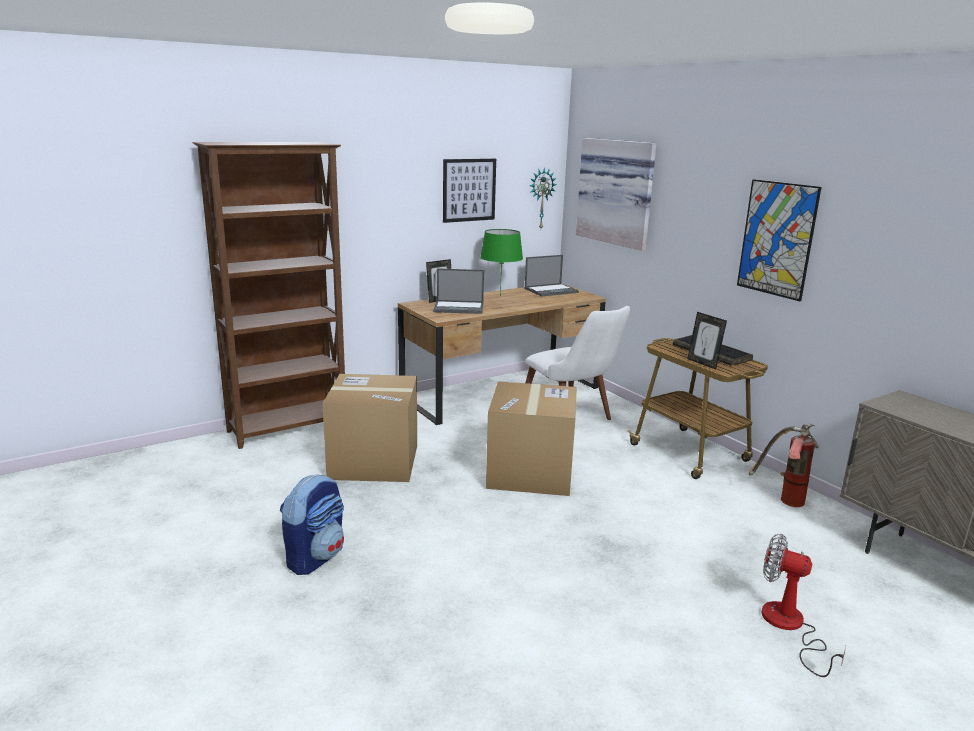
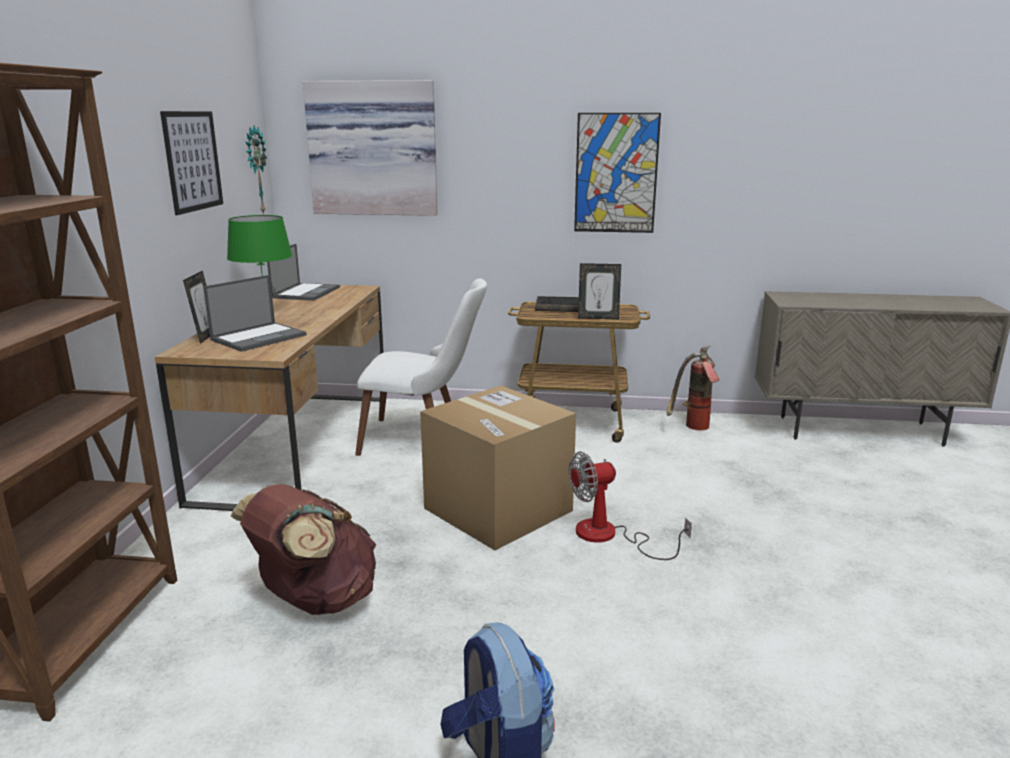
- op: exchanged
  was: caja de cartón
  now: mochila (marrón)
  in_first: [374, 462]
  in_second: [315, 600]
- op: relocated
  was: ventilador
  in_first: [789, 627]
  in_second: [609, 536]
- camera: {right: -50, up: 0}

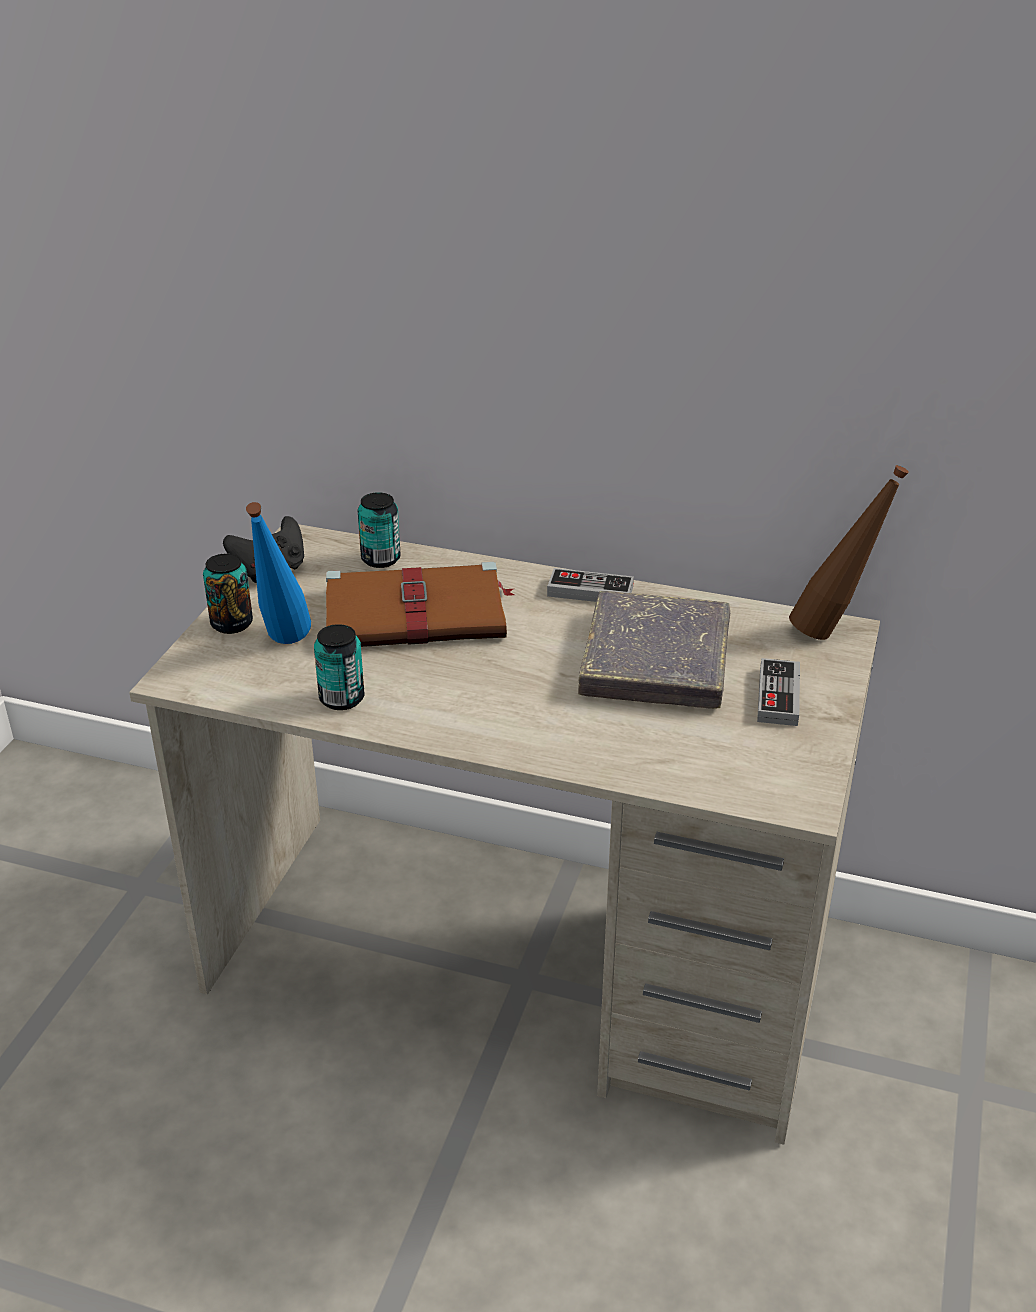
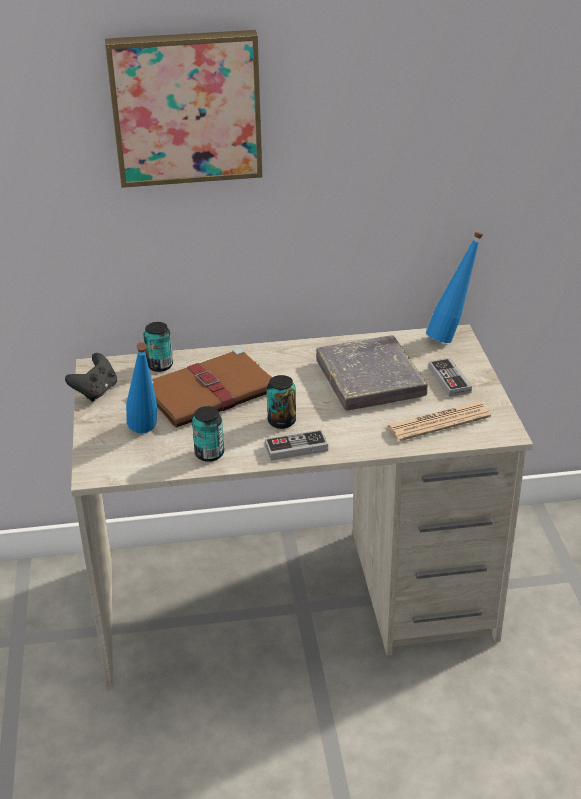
- op: relocated
  was: lata
  in_first: [232, 624]
  in_second: [281, 421]
- op: relocated
  was: mando de consola
  in_first: [590, 591]
  in_second: [296, 448]
- op: colour
  was: botella (marrón)
  now: botella (azul)
  in_first: [834, 631]
  in_second: [451, 336]
- op: appeared
  now: cuadro
  in_second: [186, 107]
- op: appeared
  now: periódico
  in_second: [438, 422]
- camera: {right: -25, up: 0}

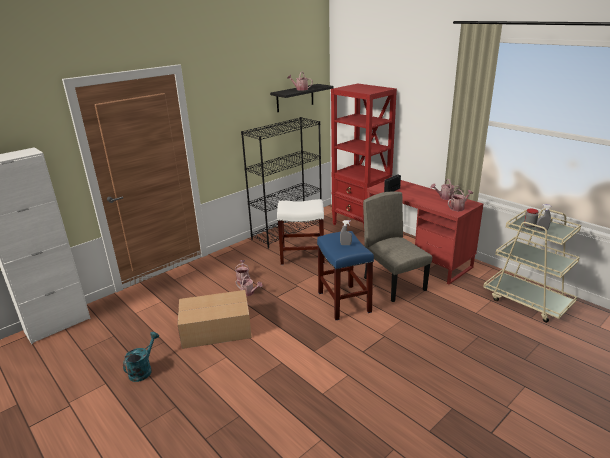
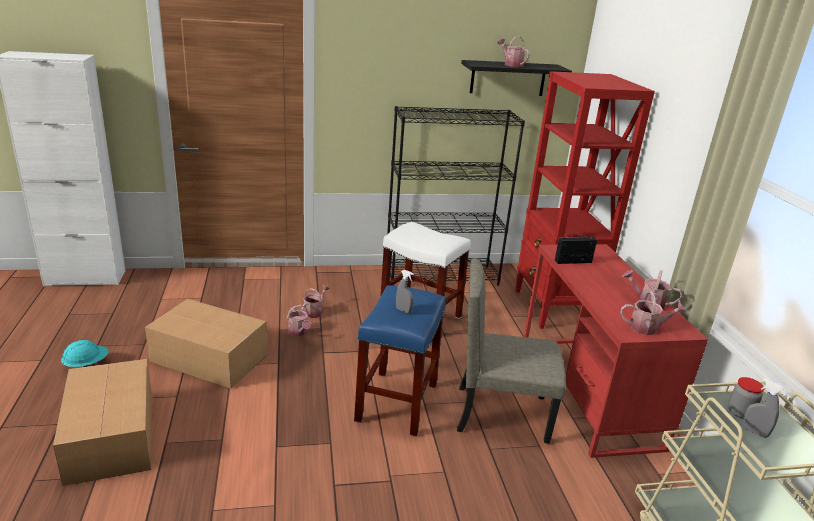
- op: exchanged
  was: regadera (turquesa)
  now: casco (turquesa)
  in_first: [143, 370]
  in_second: [87, 365]
- op: spun
  was: silla (beis)
  in_first: [394, 284]
  in_second: [501, 413]
  clockwise: -90
- op: appeared
  now: caja de cartón
  in_second: [112, 434]
- camera: {right: 30, up: 0}

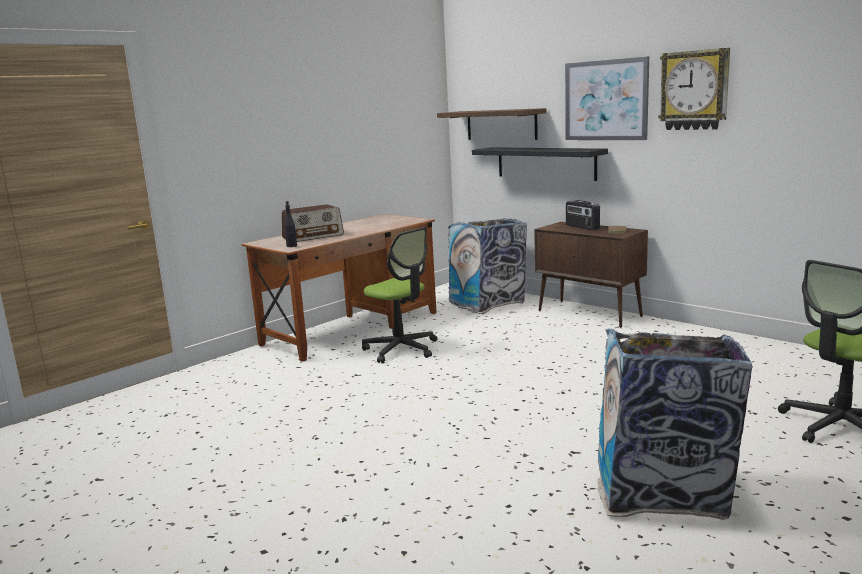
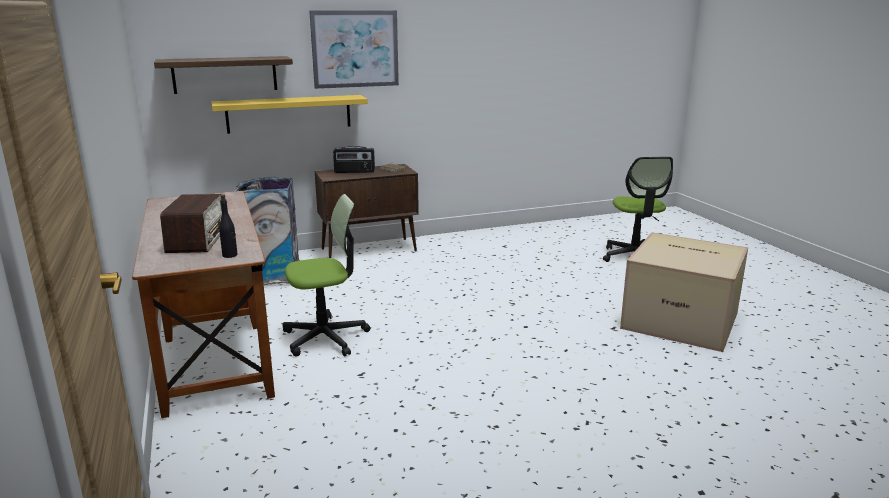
- op: colour
  was: estante (negro)
  now: estante (amarillo)
  in_first: [545, 163]
  in_second: [289, 113]
- op: exchanged
  was: papelera
  now: caja de cartón
  in_first: [662, 491]
  in_second: [682, 320]
- op: missing
  was: reloj de pared
  in_first: [694, 90]
- camera: {right: -65, up: 5}

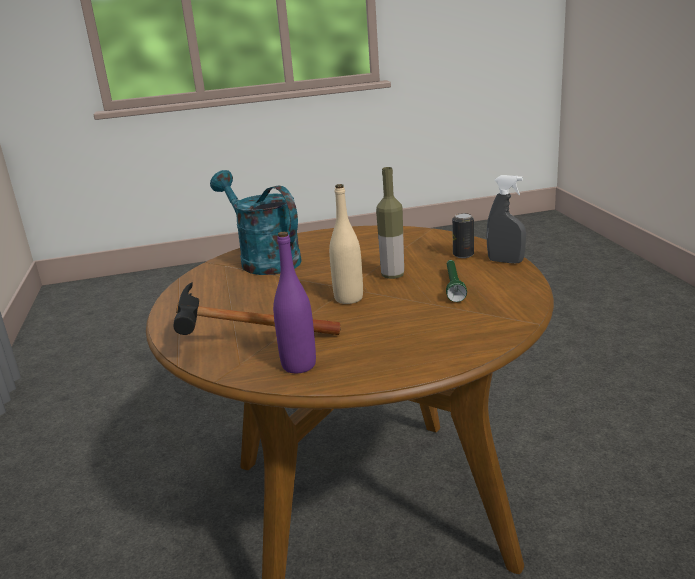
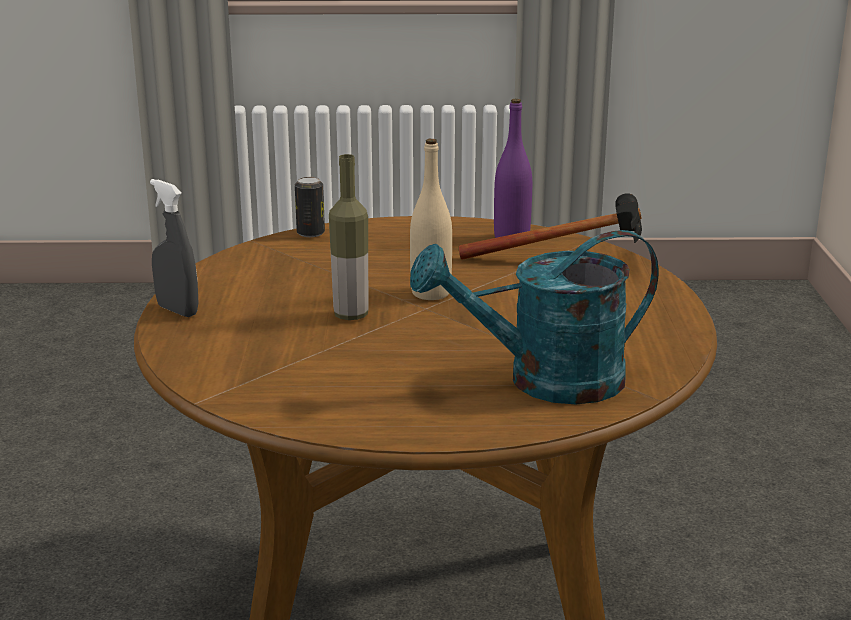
- op: spun
  was: regadera (turquesa)
  in_first: [263, 260]
  in_second: [545, 382]
  clockwise: 105
- op: missing
  was: linterna (verde)
  in_first: [453, 286]
- op: relocated
  was: lata
  in_first: [463, 255]
  in_second: [310, 233]
- camera: {right: -170, up: 0}

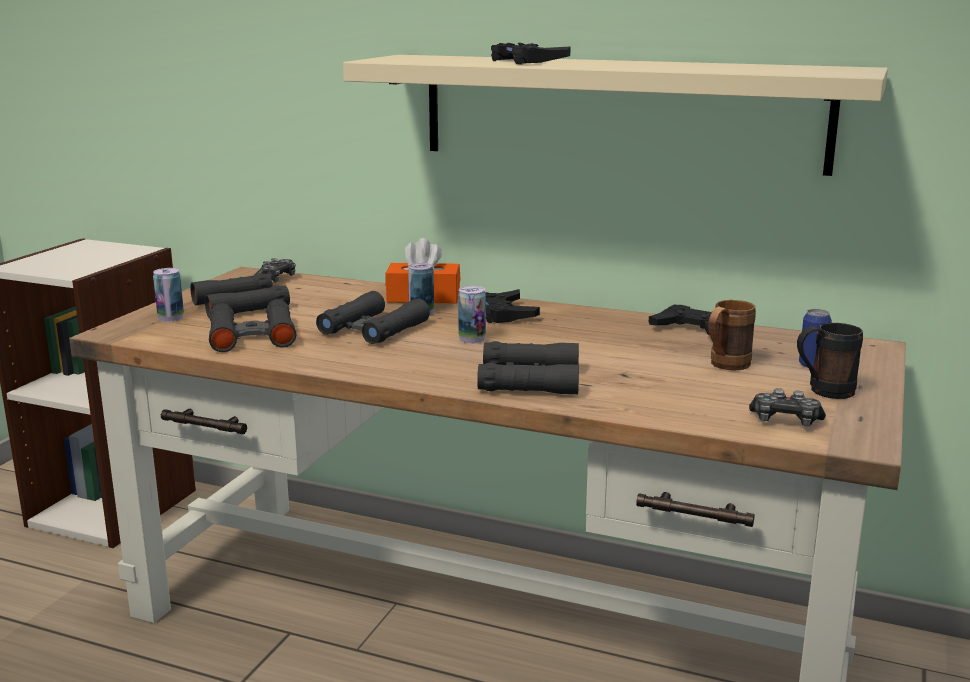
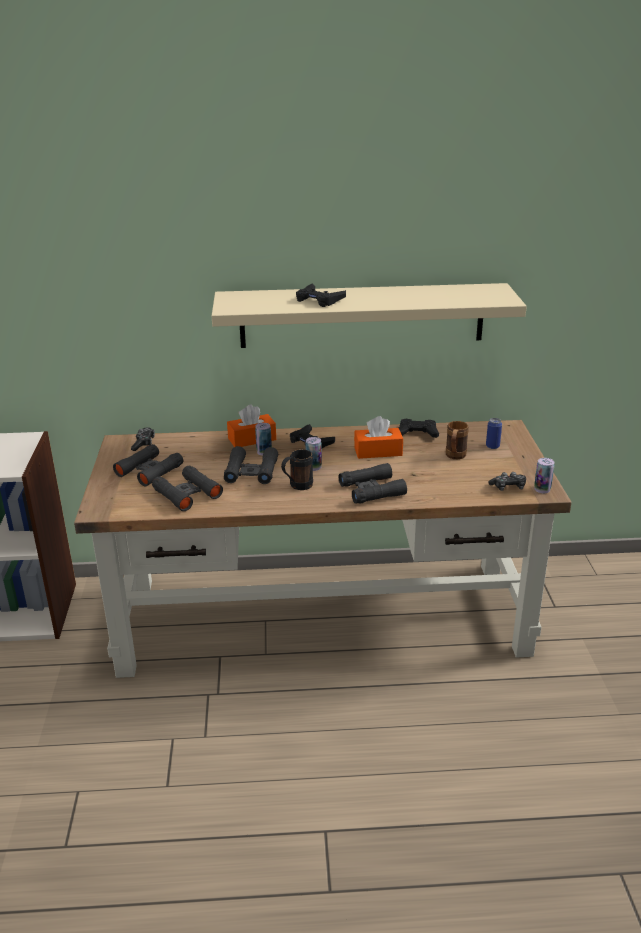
- op: relocated
  was: lata
  in_first: [171, 318]
  in_second: [542, 489]
- op: relocated
  was: taza grande (negro)
  in_first: [822, 392]
  in_second: [297, 486]
- op: appeared
  now: caja de pañuelos (naranja)
  in_second: [378, 451]
- camera: {right: -25, up: 10}

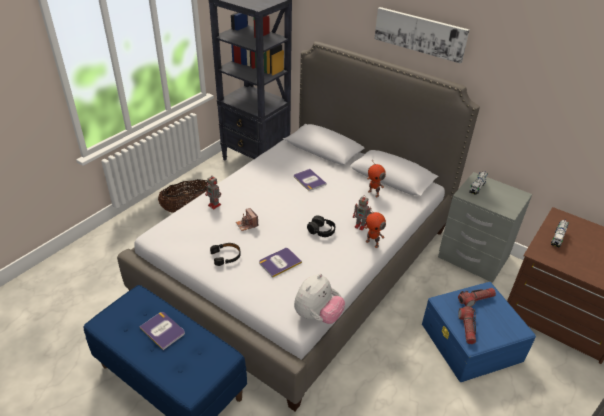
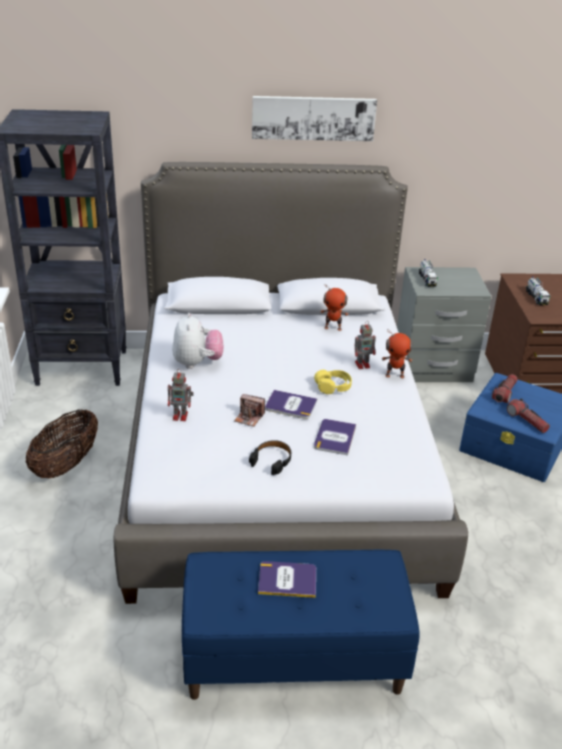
- op: relocated
  was: libro
  in_first: [309, 180]
  in_second: [290, 405]
- op: relocated
  was: peluche
  in_first: [317, 316]
  in_second: [197, 363]
- op: colour
  was: auriculares (negro)
  now: auriculares (amarillo)
  in_first: [321, 231]
  in_second: [333, 387]
- camera: {right: -40, up: -5}

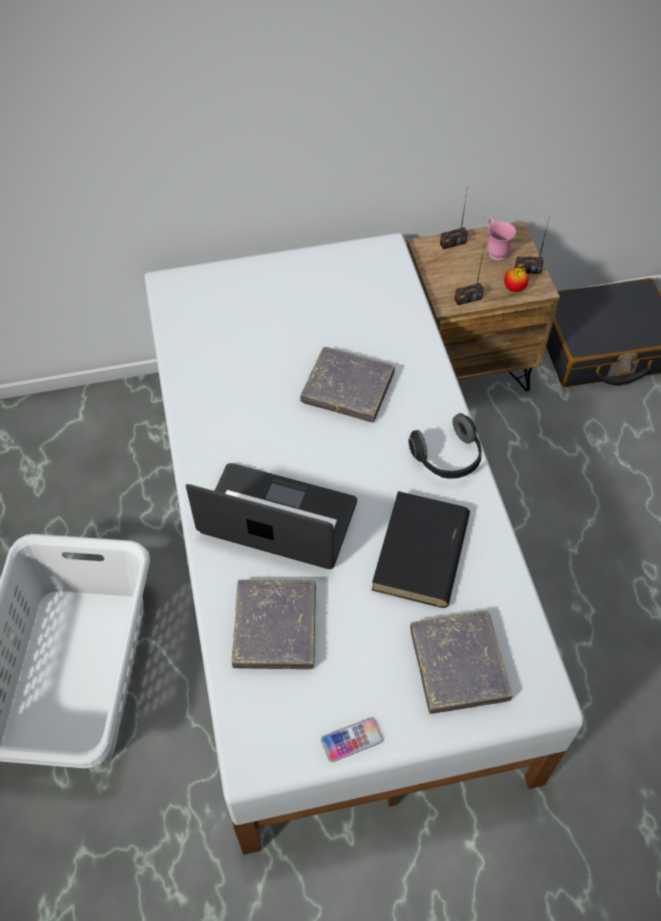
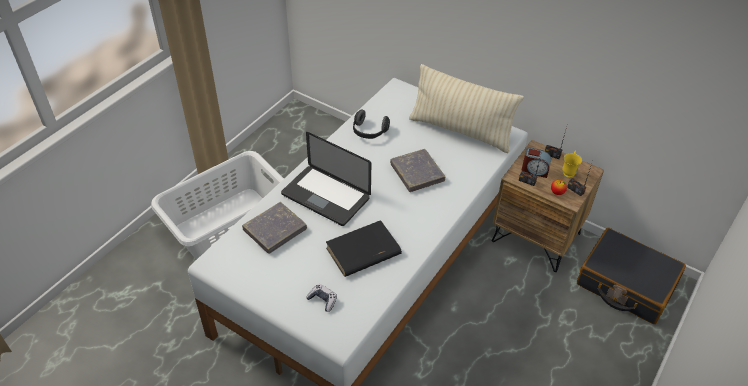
- op: spun
  was: portátil
  in_first: [278, 518]
  in_second: [325, 196]
  clockwise: 150
- op: missing
  was: móvil
  in_first: [351, 740]
- op: relocated
  was: auriculares
  in_first: [448, 458]
  in_second: [369, 132]
- op: exchanged
  was: libro (gris)
  now: mando de consola
  in_first: [458, 664]
  in_second: [322, 300]
- op: colour
  was: taza grande (rosa)
  now: taza grande (amarillo)
  in_first: [494, 251]
  in_second: [569, 172]
- op: appeared
  now: cojín (beis)
  in_second: [460, 131]
- op: appeared
  now: despertador
  in_second: [534, 170]
- camera: {right: 45, up: -10}

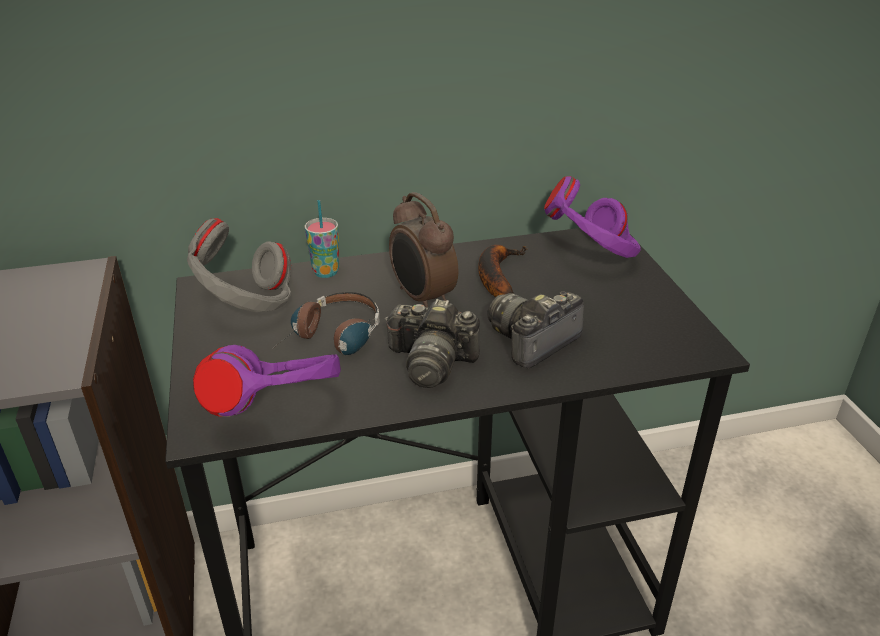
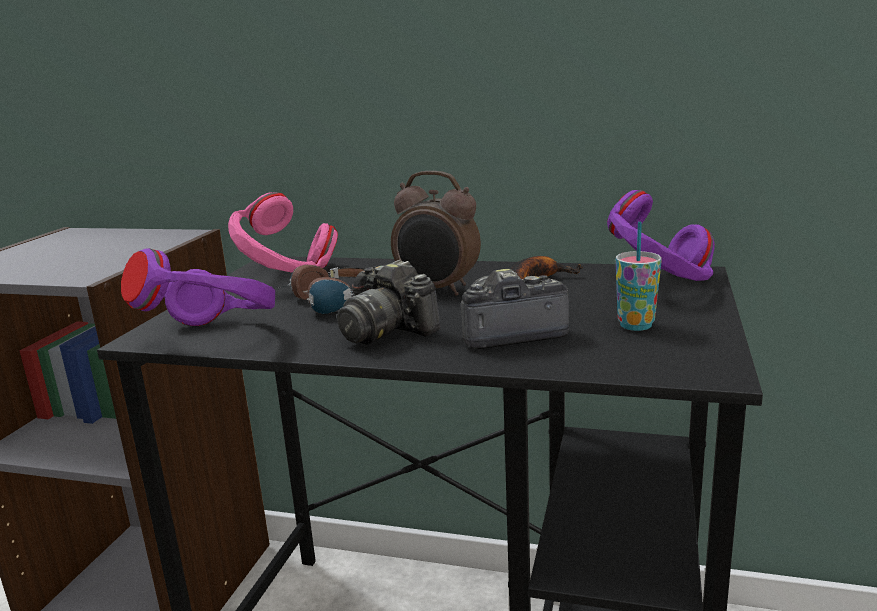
- op: colour
  was: auriculares (gris)
  now: auriculares (rosa)
  in_first: [246, 305]
  in_second: [286, 275]
- op: relocated
  was: taza
  in_first: [326, 272]
  in_second: [635, 325]
- op: spun
  was: despertador
  in_first: [422, 298]
  in_second: [437, 290]
  clockwise: -60
- camera: {right: 30, up: -15}

